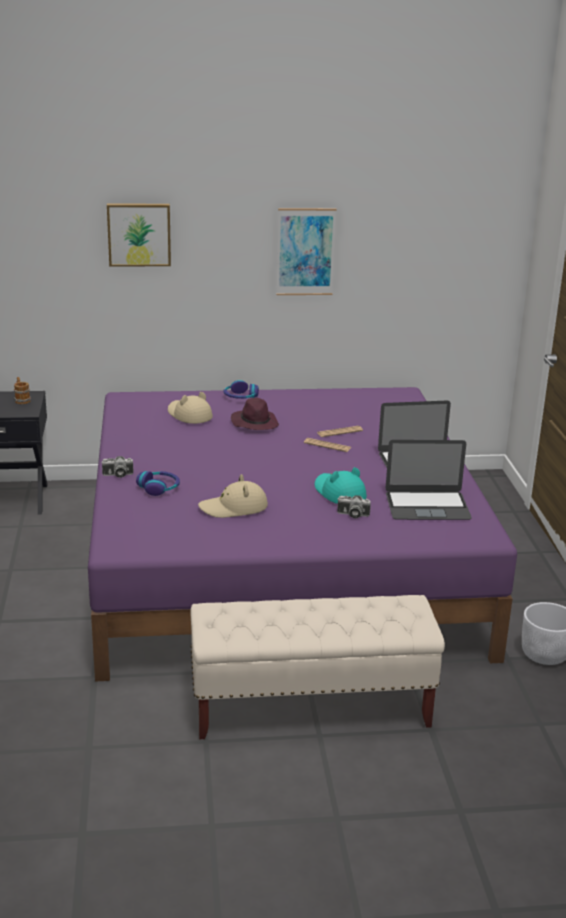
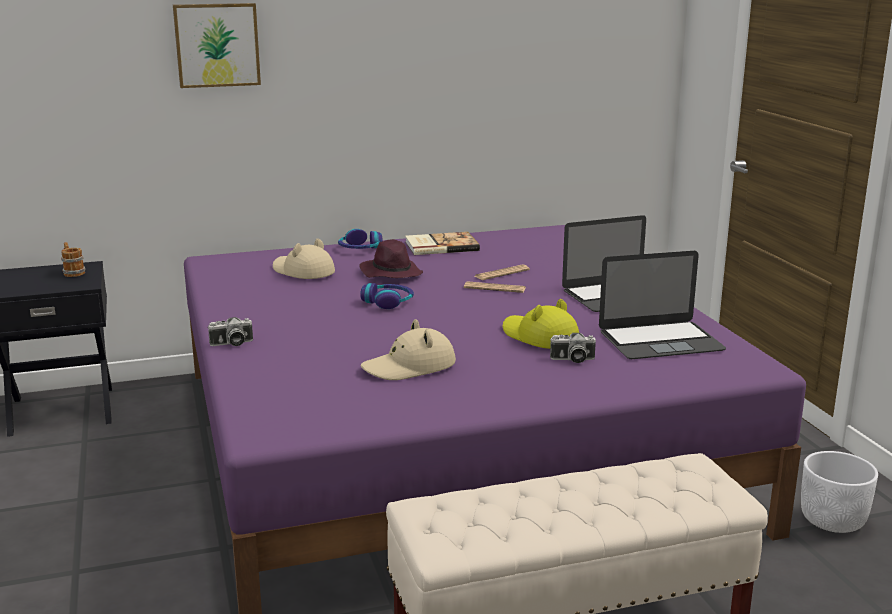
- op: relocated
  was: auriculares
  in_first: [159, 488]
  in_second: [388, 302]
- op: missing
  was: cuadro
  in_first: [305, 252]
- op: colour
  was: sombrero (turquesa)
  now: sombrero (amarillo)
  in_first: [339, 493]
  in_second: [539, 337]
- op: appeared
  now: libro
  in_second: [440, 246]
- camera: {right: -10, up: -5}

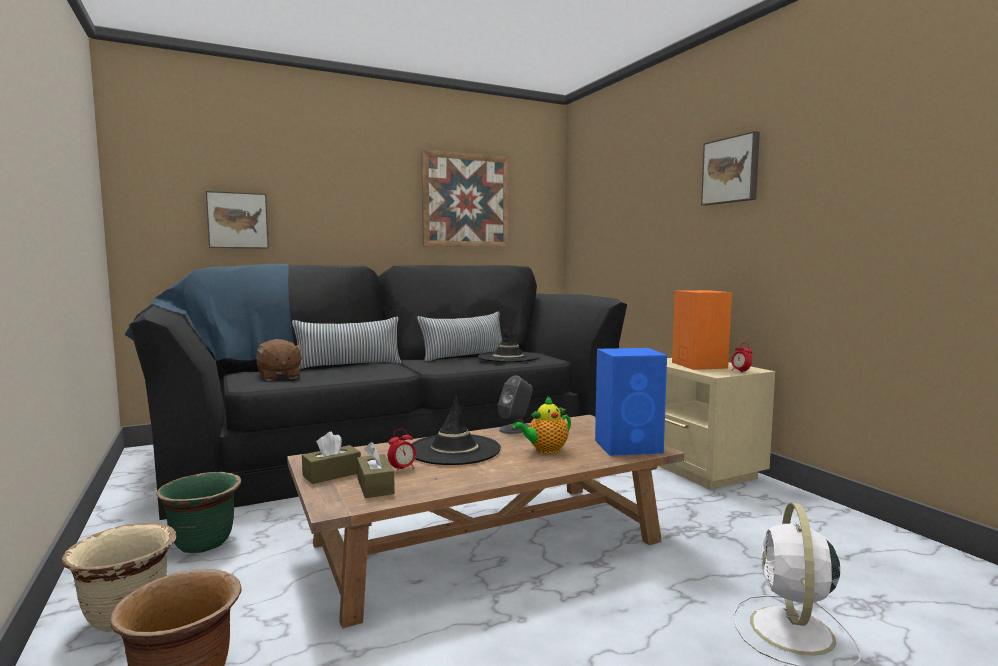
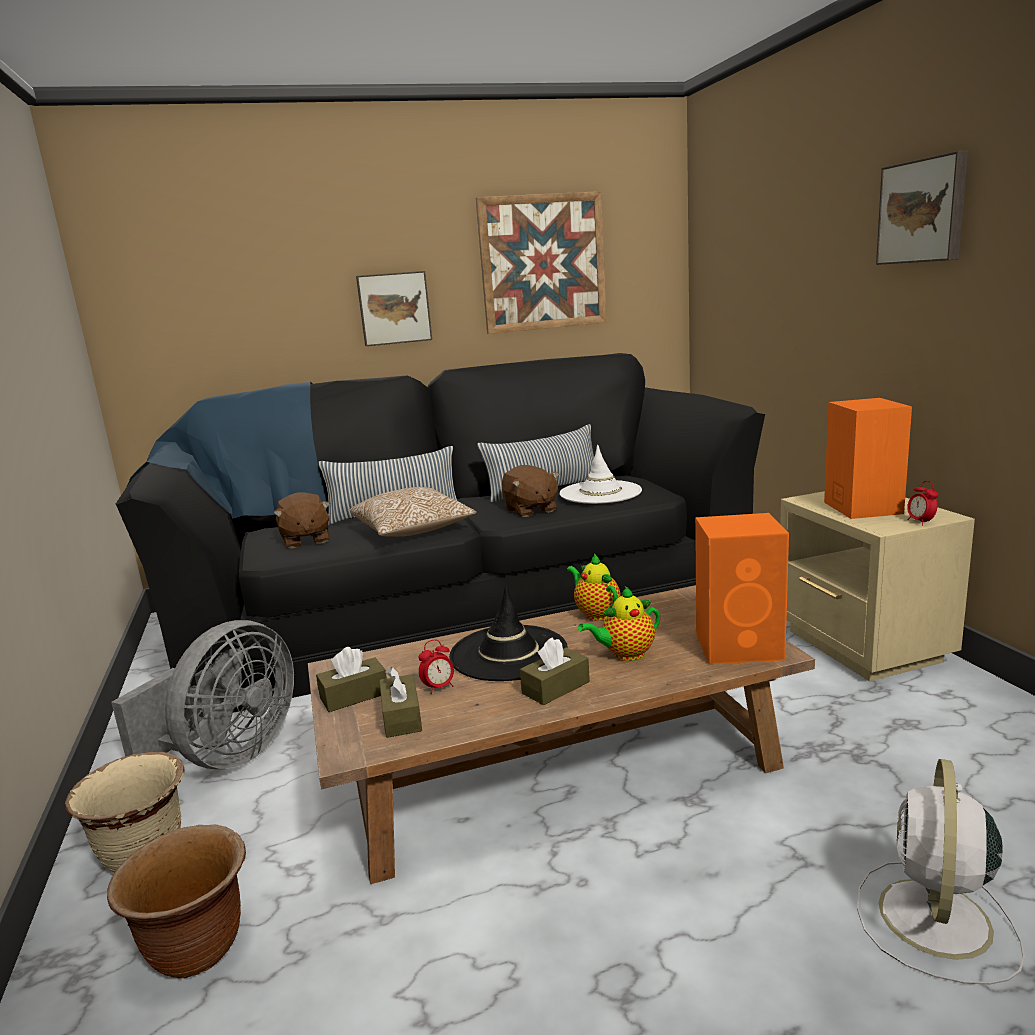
- op: exchanged
  was: maceta (verde)
  now: ventilador (gris)
  in_first: [204, 543]
  in_second: [229, 755]
- op: relocated
  was: cuadro
  in_first: [237, 220]
  in_second: [394, 308]
- op: colour
  was: sombrero (negro)
  now: sombrero (blanco)
  in_first: [508, 357]
  in_second: [600, 493]
- op: exchanged
  was: altavoz (gris)
  now: tetera
  in_first: [516, 429]
  in_second: [595, 613]
- op: colour
  was: altavoz (azul)
  now: altavoz (naranja)
  in_first: [629, 446]
  in_second: [741, 646]
- op: appeared
  now: cojín
  in_second: [412, 531]
- op: appeared
  now: peluche (marrón)
  in_second: [530, 510]
- op: appeared
  now: caja de pañuelos (marrón)
  in_second: [556, 687]
- camera: {right: 10, up: 10}

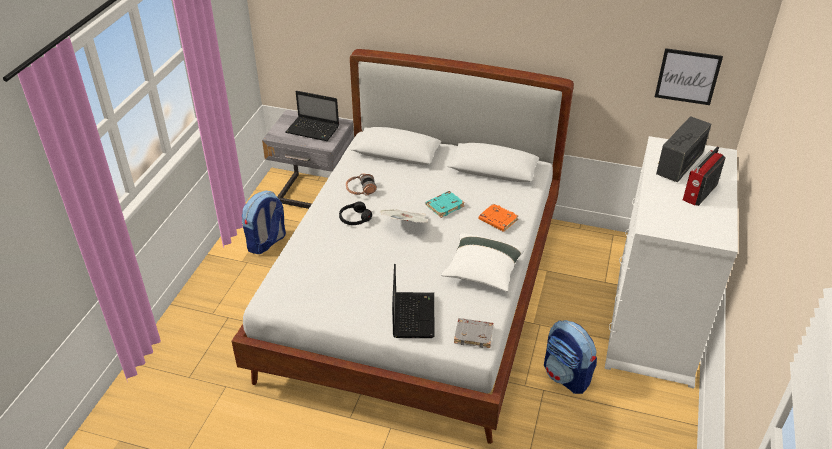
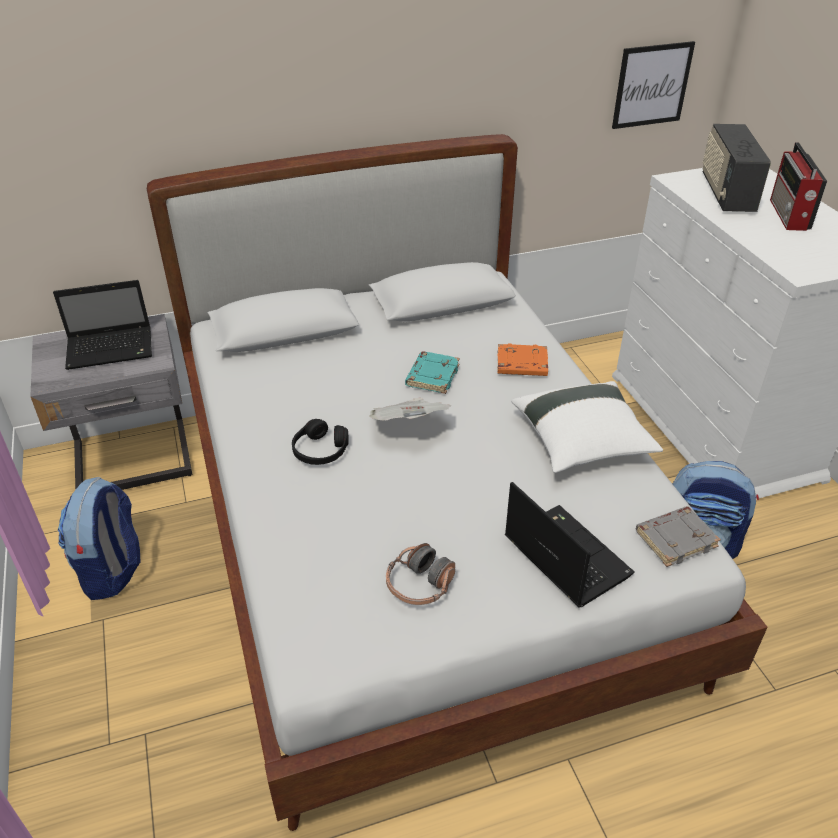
- op: relocated
  was: auriculares
  in_first: [361, 190]
  in_second: [419, 585]
- camera: {right: -35, up: 0}

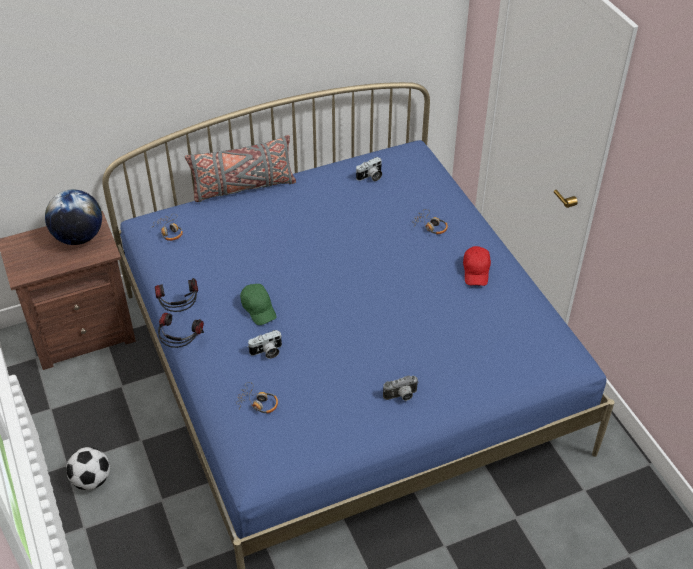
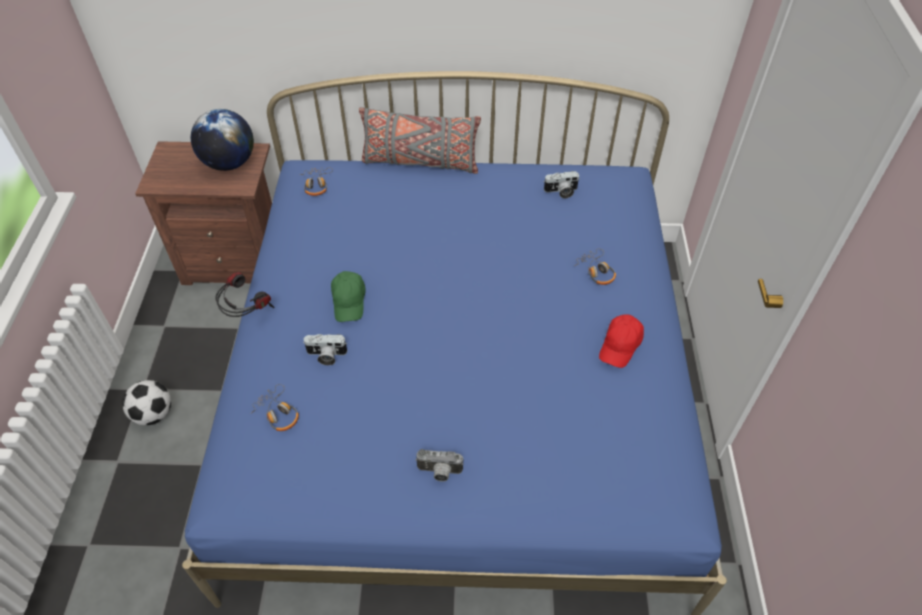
- op: missing
  was: auriculares
  in_first: [180, 310]
- camera: {right: 25, up: 5}

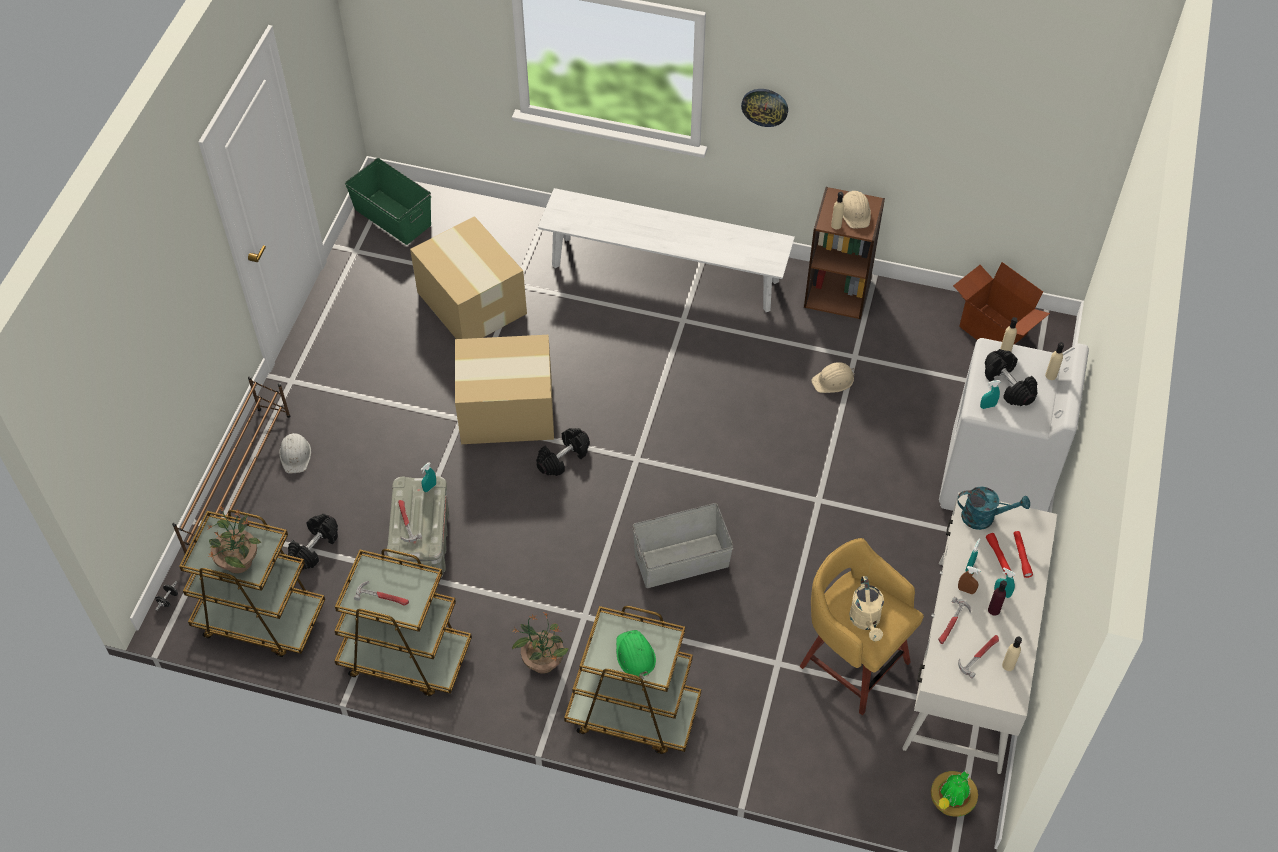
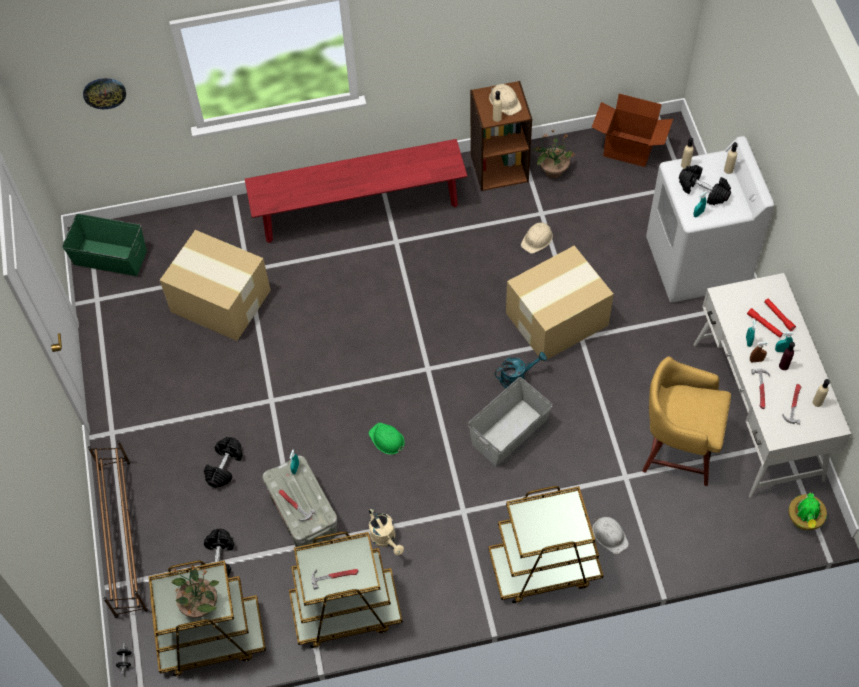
- op: relocated
  was: casco (blanco)
  in_first: [295, 455]
  in_second: [609, 535]
- op: relocated
  was: caja de cartón
  in_first: [508, 410]
  in_second: [558, 319]
- op: relocated
  was: planta en maceta
  in_first: [542, 661]
  in_second: [553, 170]
- op: relocated
  was: mancuerna (negro)
  in_first: [563, 458]
  in_second: [225, 467]
- op: colour
  was: banco (blanco)
  now: banco (rojo)
  in_first: [665, 273]
  in_second: [359, 209]
- op: relocated
  was: casco (verde)
  in_first: [635, 655]
  in_second: [387, 439]
- op: relocated
  was: reloj de pared
  in_first: [765, 106]
  in_second: [104, 92]
- op: relocated
  was: regadera (beis)
  in_first: [866, 621]
  in_second: [385, 539]
- op: relocated
  was: regadera (turquesa)
  in_first: [984, 517]
  in_second: [517, 377]
- camera: {right: -25, up: 5}

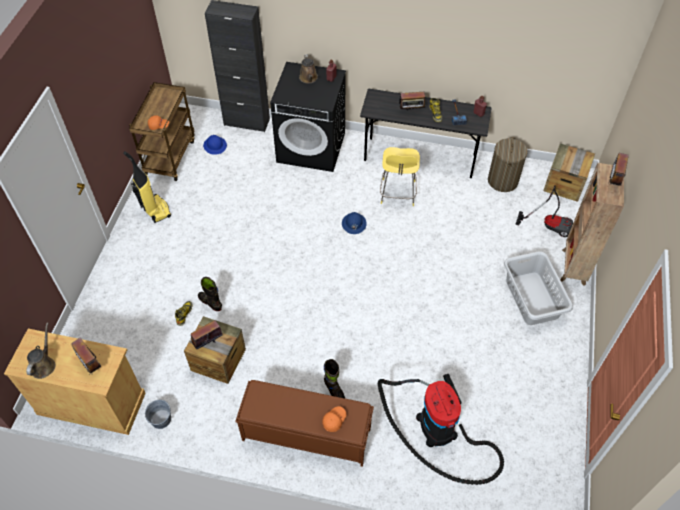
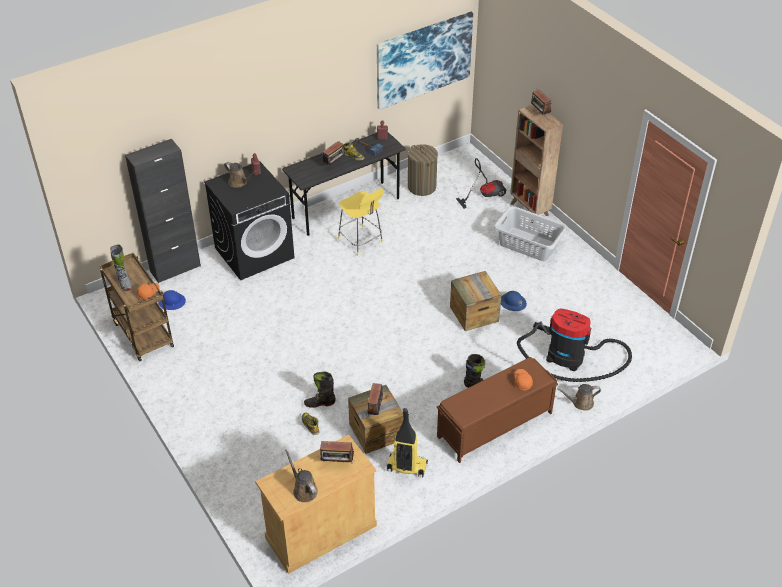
- op: relocated
  was: aspiradora
  in_first: [155, 209]
  in_second: [406, 467]
- op: missing
  was: cubo (gris)
  in_first: [161, 419]
- op: relocated
  was: casco (azul)
  in_first: [353, 224]
  in_second: [513, 303]
- op: relocated
  was: caja de embalaje
  in_first: [564, 184]
  in_second: [474, 314]
- op: appeared
  now: bota (gris)
  in_second: [124, 282]
- op: appeared
  now: cuadro
  in_second: [423, 59]
- op: appeared
  now: regadera (marrón)
  in_second: [580, 403]
- camera: {right: -45, up: -10}

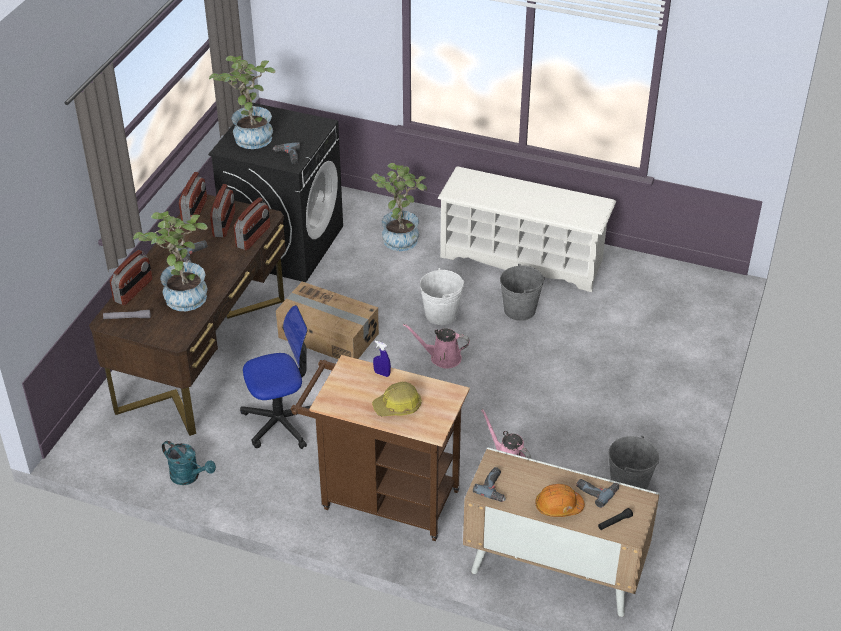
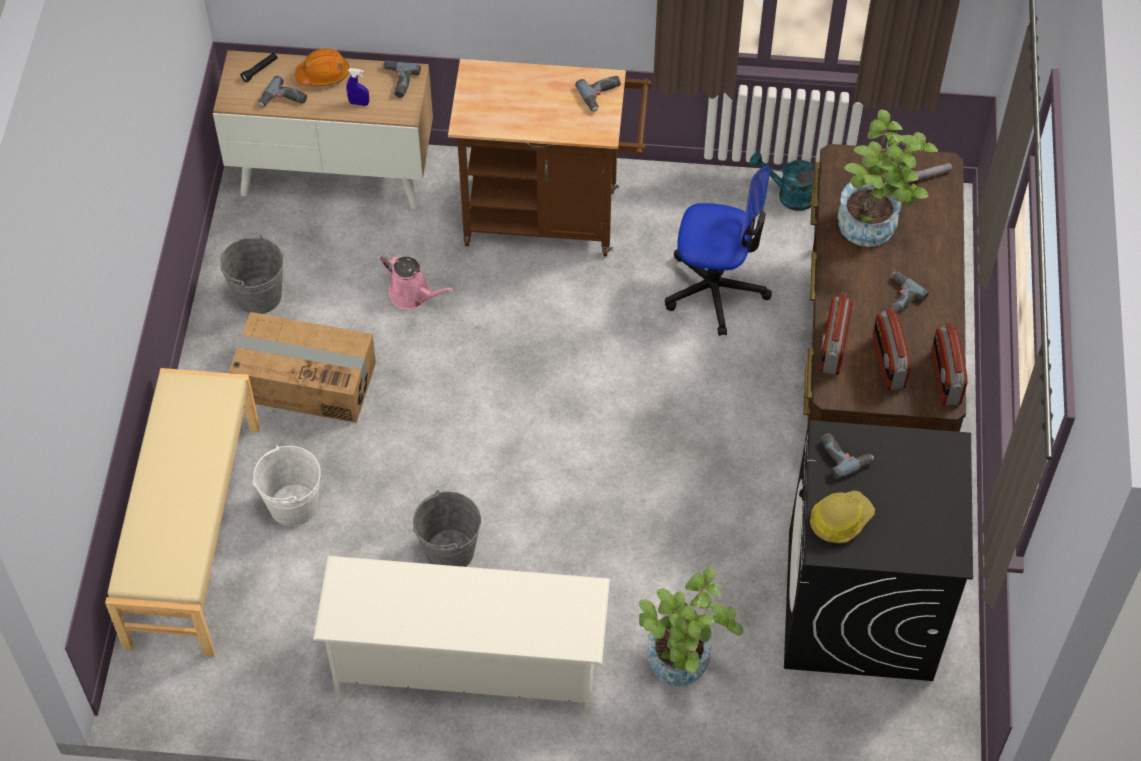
- op: missing
  was: radio
  in_first: [133, 291]
- op: missing
  was: planta en maceta
  in_first: [250, 135]
- op: spun
  was: silla de oficina
  in_first: [281, 422]
  in_second: [715, 289]
  clockwise: -135
- op: relocated
  was: caja de cartón
  in_first: [328, 336]
  in_second: [306, 380]
- op: relocated
  was: casco
  in_first: [398, 406]
  in_second: [840, 520]
- op: relocated
  was: pulverizador (azul)
  in_first: [382, 373]
  in_second: [359, 103]
- op: missing
  was: regadera (rosa)
  in_first: [442, 357]
- op: relocated
  was: cubo (blanco)
  in_first: [441, 314]
  in_second: [293, 505]
- op: appeared
  now: banco (beis)
  in_second: [192, 534]
- op: appeared
  now: taladro
  in_second: [602, 95]
- camera: {right: 165, up: 15}

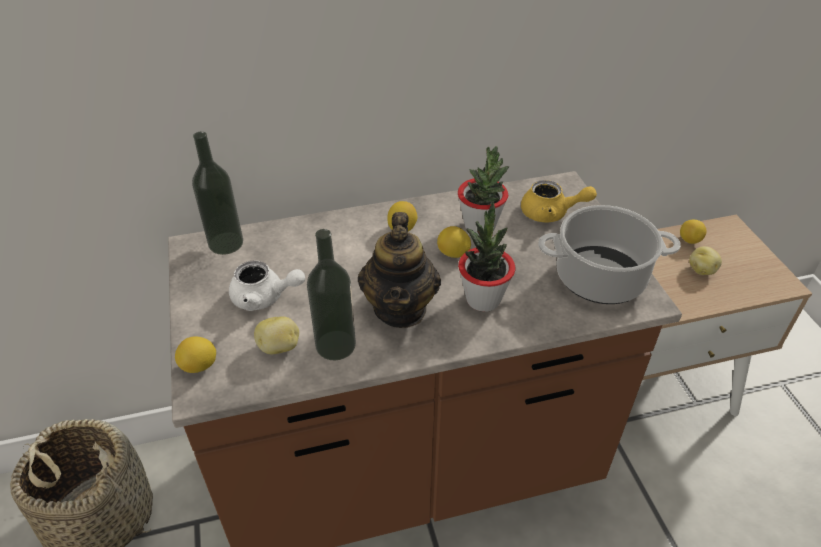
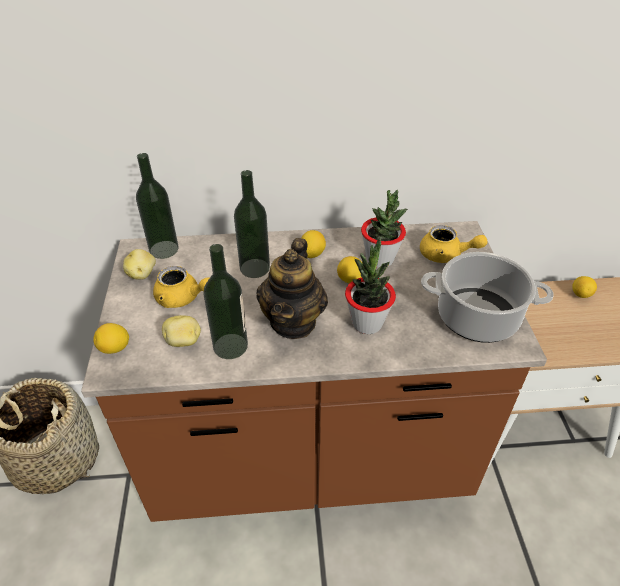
- op: colour
  was: tetera (blanco)
  now: tetera (amarillo)
  in_first: [264, 297]
  in_second: [183, 298]
- op: relocated
  was: patata
  in_first: [702, 270]
  in_second: [142, 274]
- op: appeared
  now: botella
  in_second: [254, 268]
- camera: {right: 10, up: 0}

